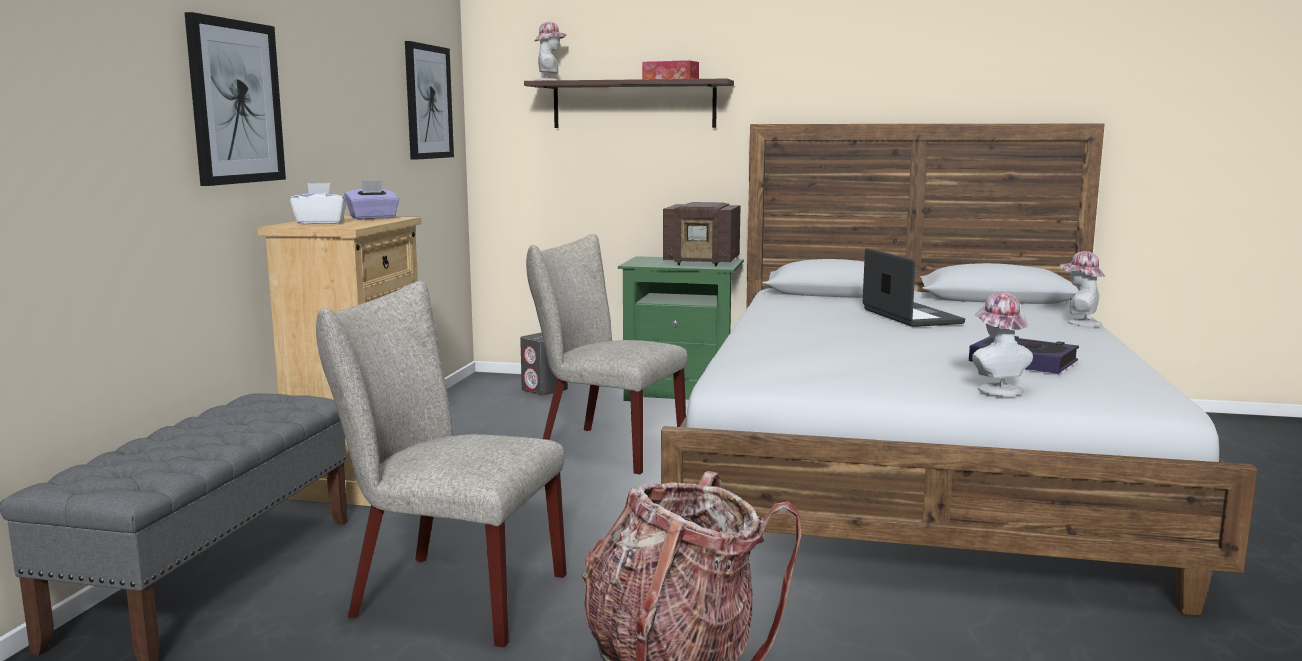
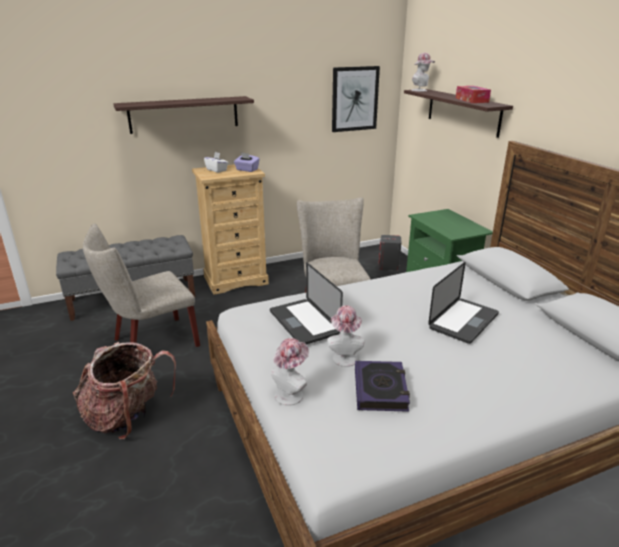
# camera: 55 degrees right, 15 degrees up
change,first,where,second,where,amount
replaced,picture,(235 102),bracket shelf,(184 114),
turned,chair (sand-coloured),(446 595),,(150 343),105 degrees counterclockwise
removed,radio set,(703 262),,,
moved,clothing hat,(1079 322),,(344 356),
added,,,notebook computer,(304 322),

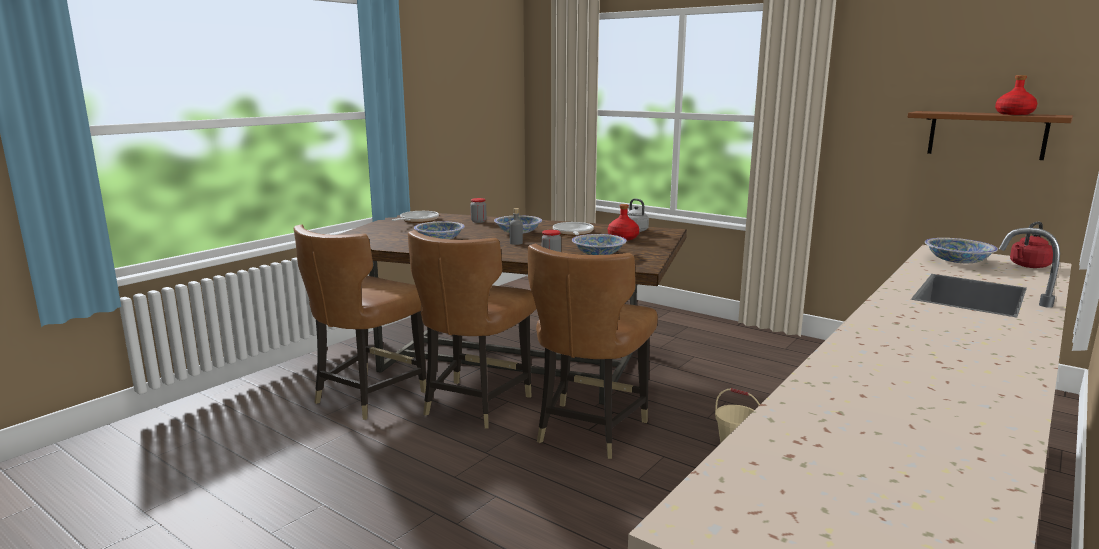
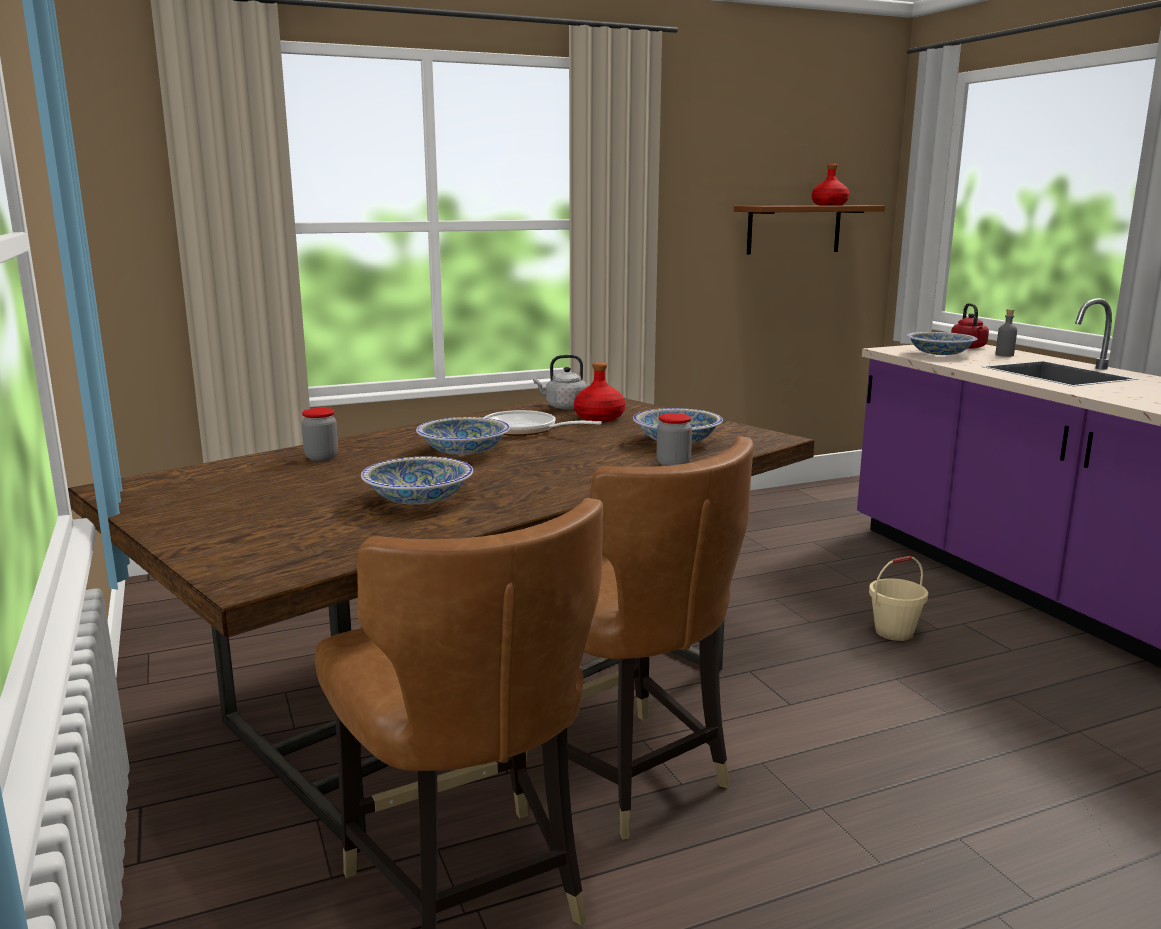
# camera: 60 degrees left, 0 degrees up
change,first,where,second,where,amount
removed,skillet,(417 220),,,
moved,drink bottle (gray),(516 243),,(1004 355),
removed,chair (brown),(589 430),,,

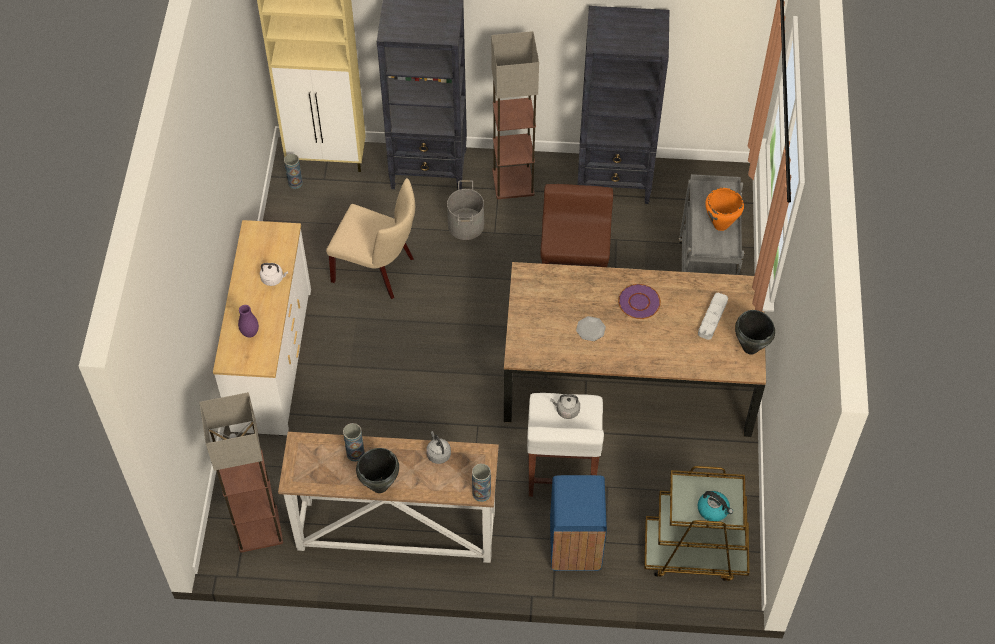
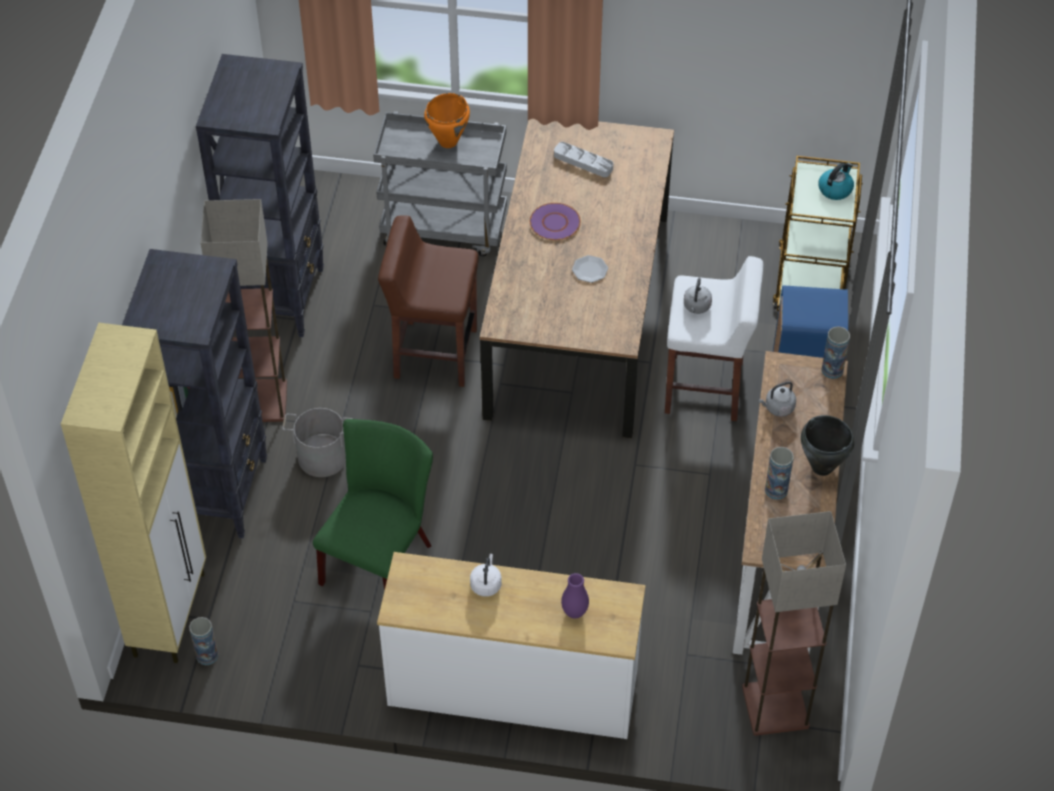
# camera: 85 degrees left, 5 degrees down
change,first,where,second,where,amount
recoloured,chair (sand-coloured),(378 270),chair (green),(381 559),
removed,saucepot (black),(750 347),,,

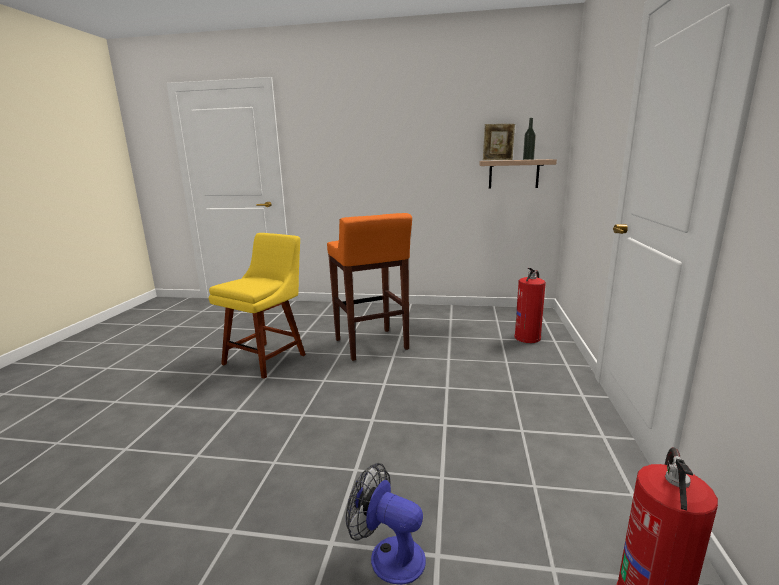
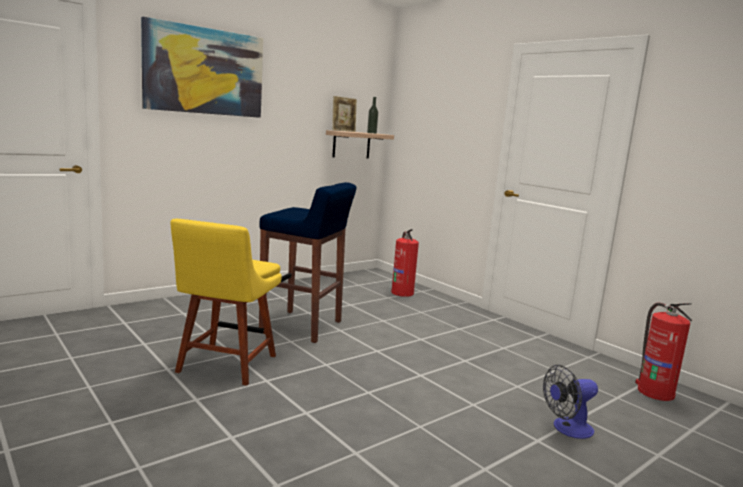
# camera: 50 degrees left, 5 degrees down
change,first,where,second,where,amount
turned,chair (yellowish),(267 358),,(225 366),150 degrees counterclockwise
recoloured,stool seat (orangey),(371 345),stool seat (blue-coloured),(302 327),
added,,,picture,(204 71),

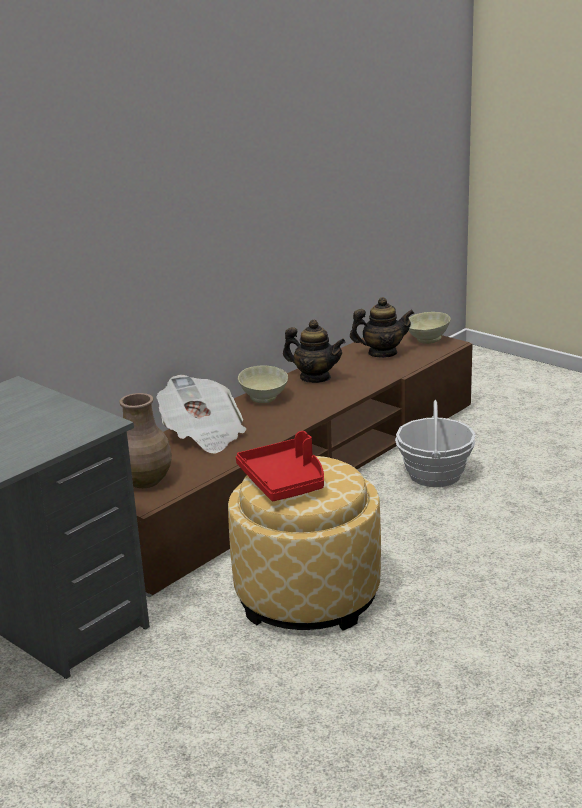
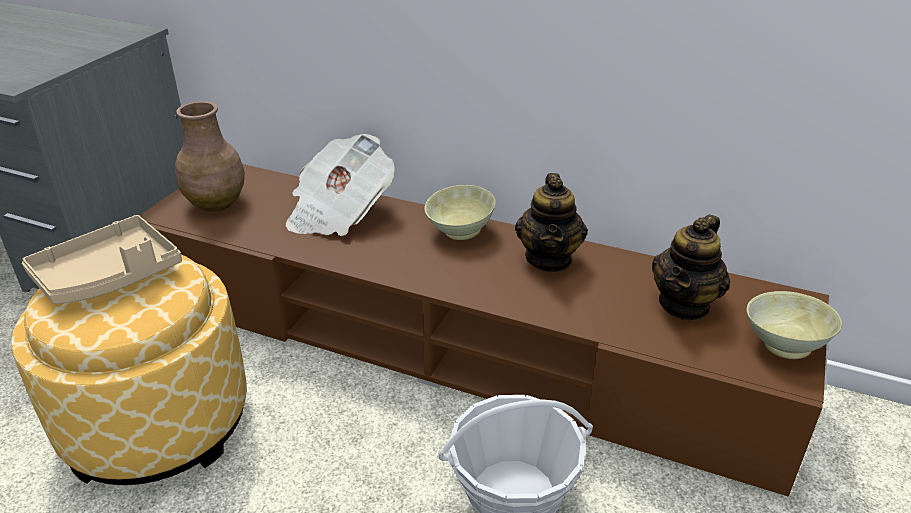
# camera: 70 degrees right, 10 degrees up
change,first,where,second,where,amount
recoloured,carrying tray (red-coloured),(285 481),carrying tray (sand-coloured),(109 276),
turned,tea pot,(382 353),,(684 304),60 degrees clockwise

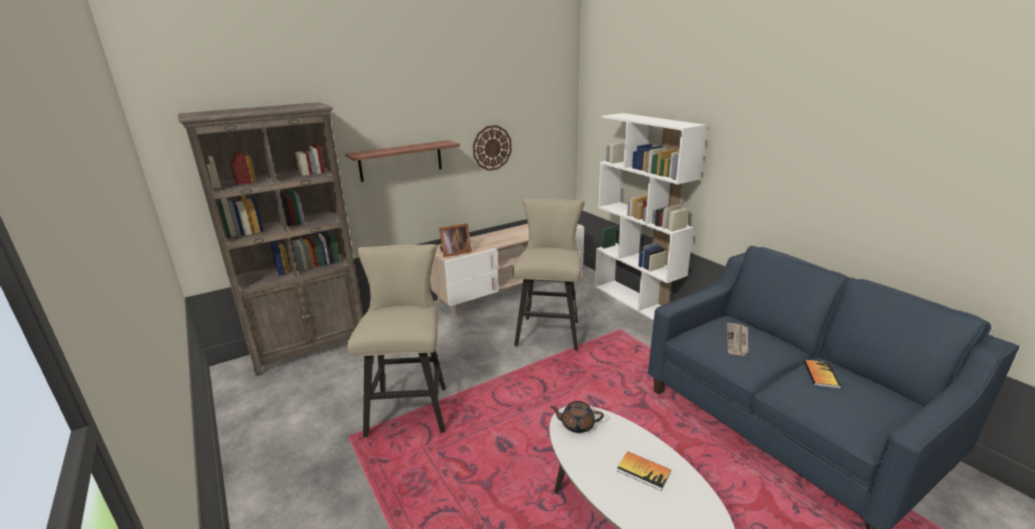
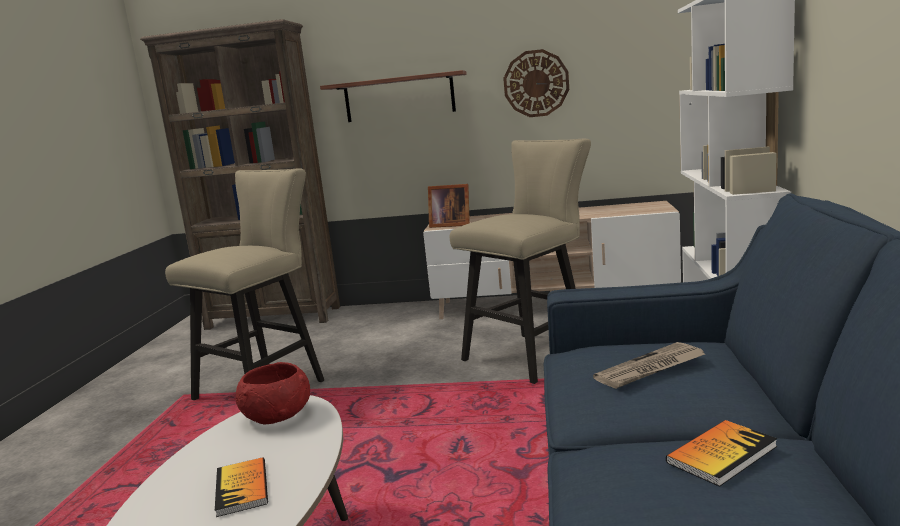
# camera: 40 degrees right, 10 degrees down
change,first,where,second,where,amount
replaced,tea pot (brown),(577 424),serving bowl (red-coloured),(277 415),

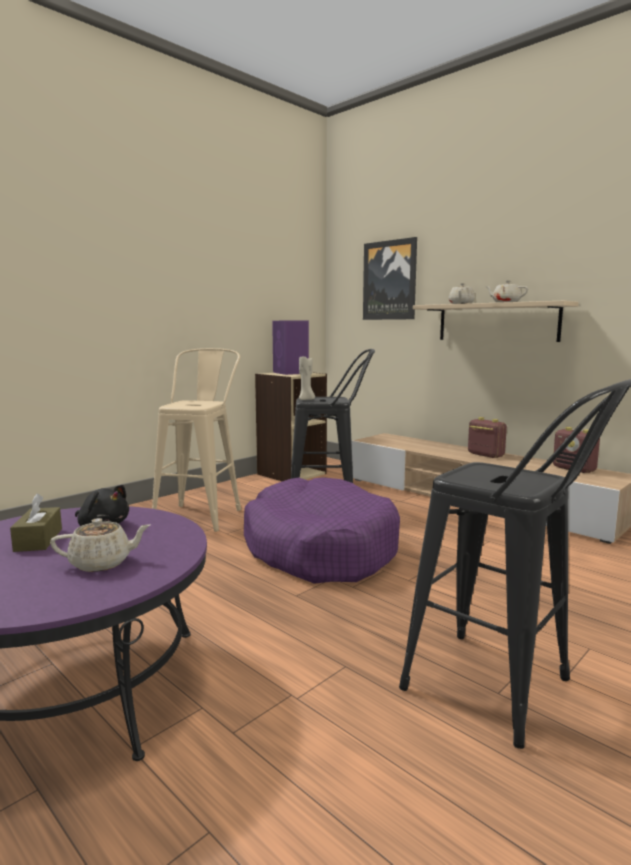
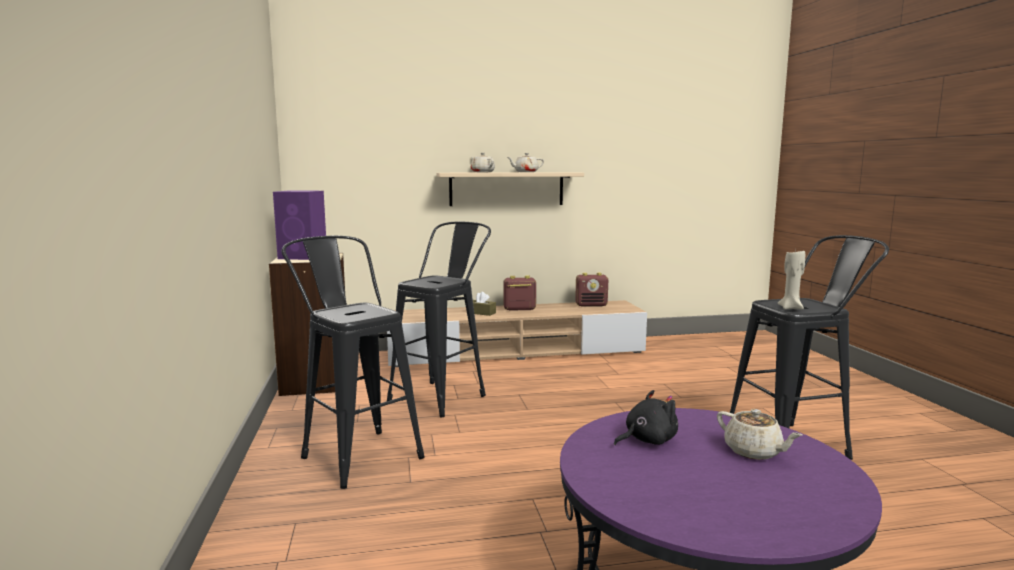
# camera: 55 degrees left, 0 degrees up
change,first,where,second,where,amount
moved,tissue box (brown),(38 540),,(481 313),
turned,tea pot (sand-coloured),(102 563),,(754 452),120 degrees clockwise
recoloured,stool seat (sand-coloured),(202 514),stool seat (black),(356 453),
removed,dog bed (purple-coloured),(319 549),,,
moved,wax light (sand-coloured),(306 400),,(791 308),
removed,picture,(390 280),,,

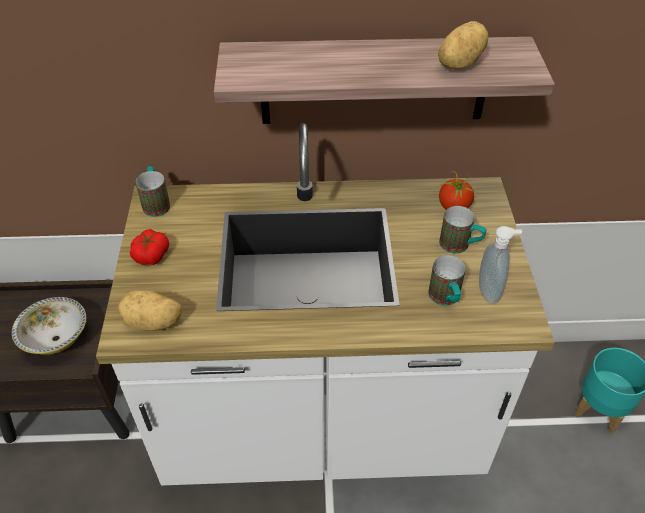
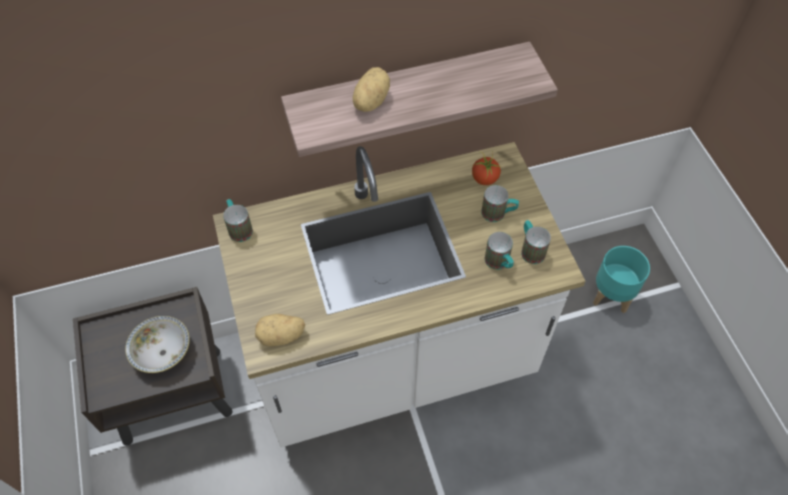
# camera: 15 degrees left, 10 degrees up
change,first,where,second,where,amount
removed,whole tomato,(151 255),,,
moved,spud,(458 63),,(370 101),
replaced,soap dispenser,(490 291),coffee mug,(530 249),

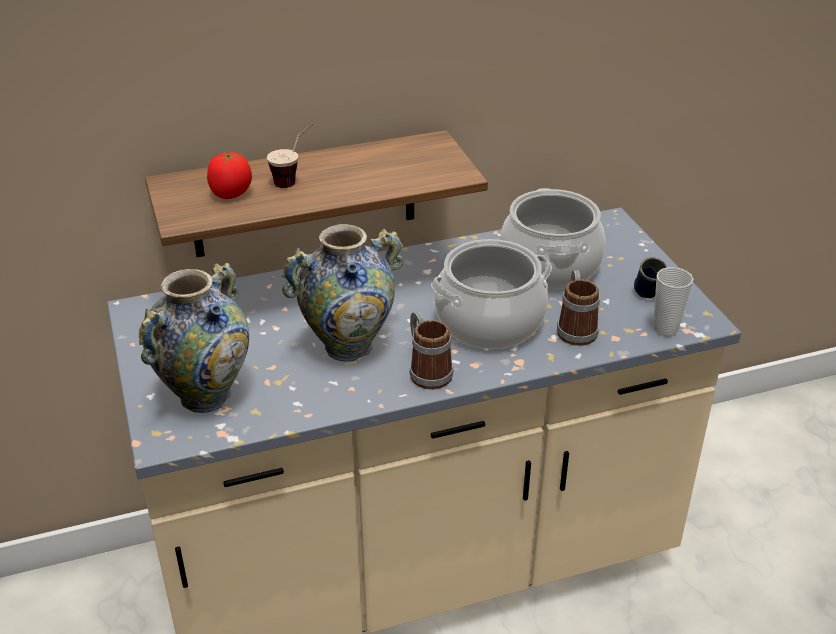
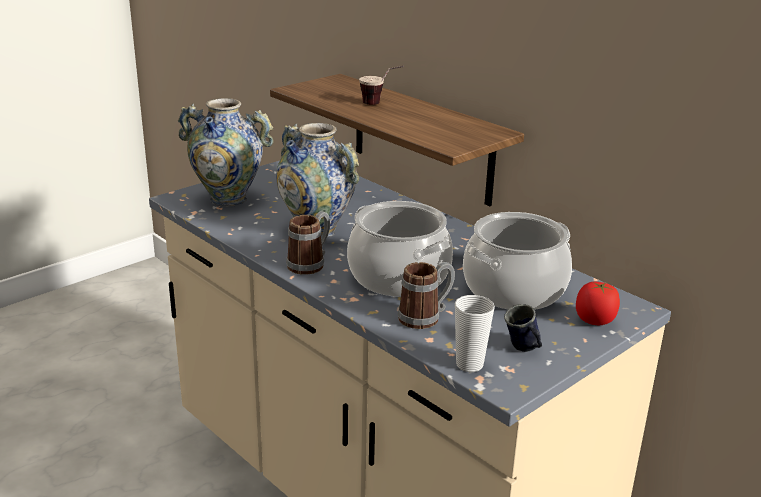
# camera: 65 degrees right, 10 degrees down
change,first,where,second,where,amount
moved,whole tomato,(230 194),,(594 321),

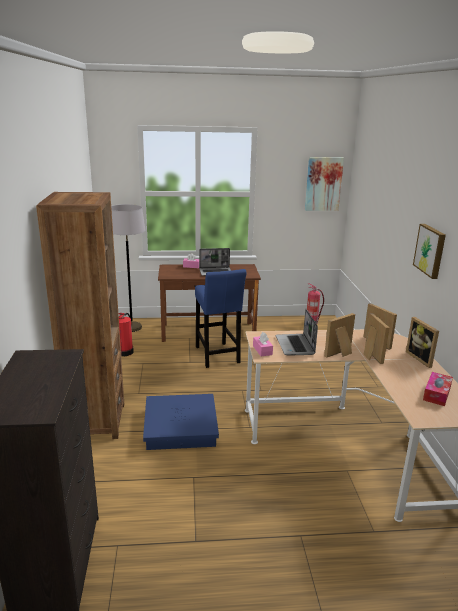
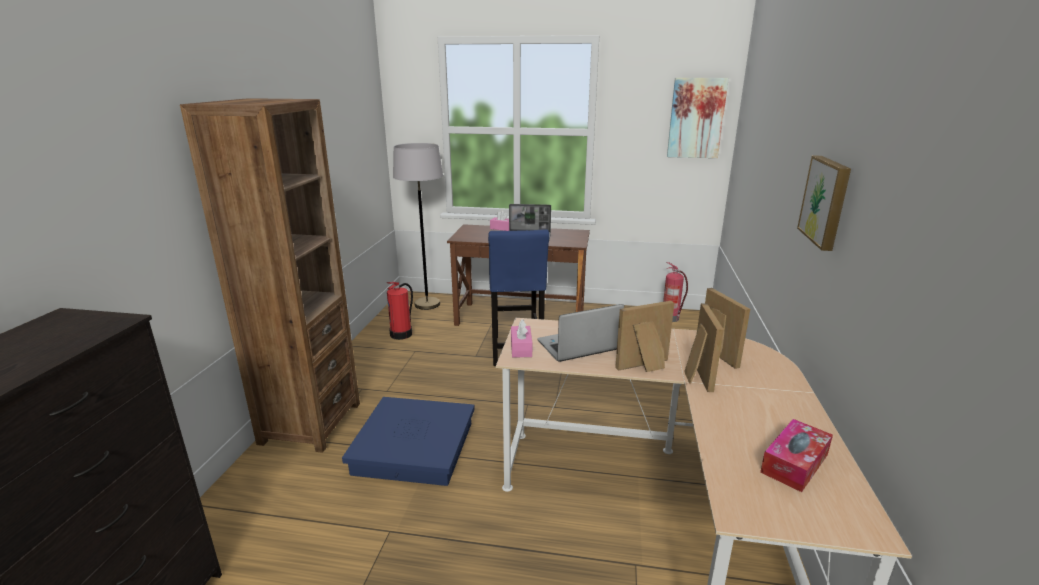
# camera: 15 degrees right, 0 degrees up
change,first,where,second,where,amount
turned,notebook computer,(295 346),,(577 346),60 degrees clockwise
removed,standing frame,(421 358),,,

